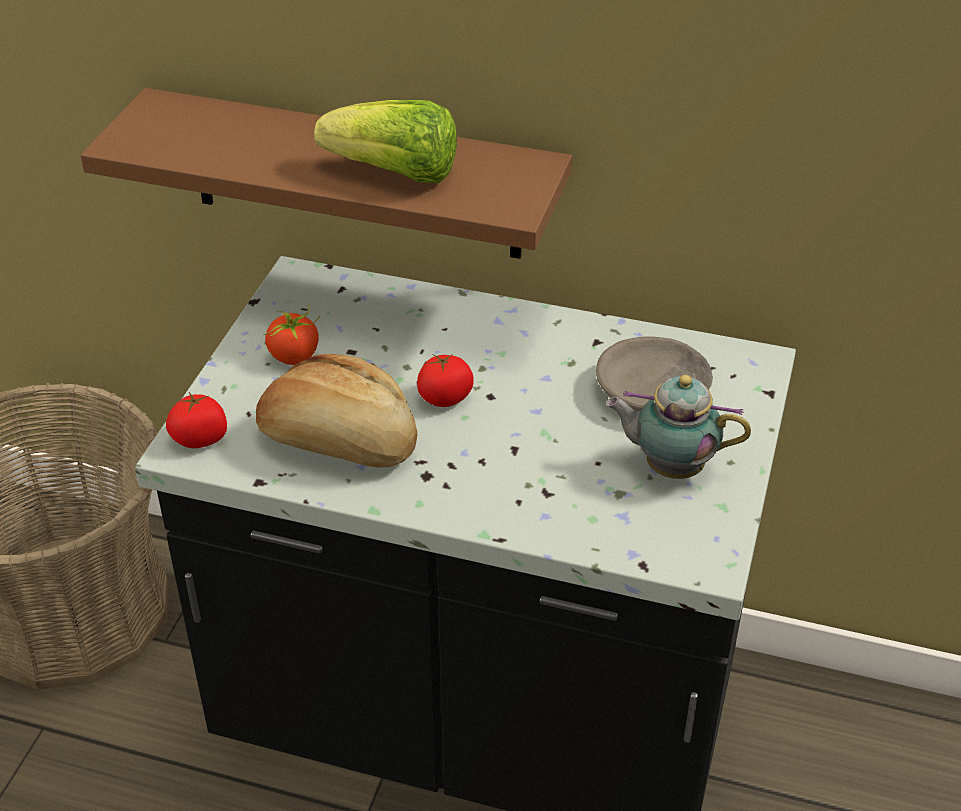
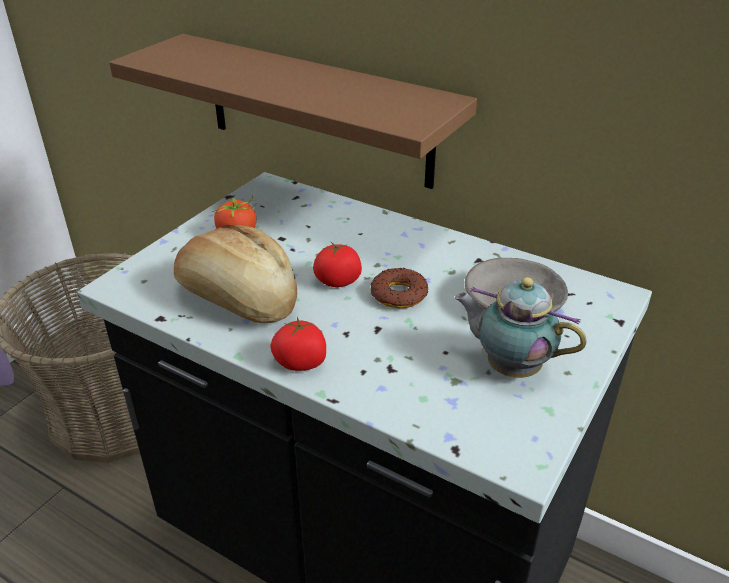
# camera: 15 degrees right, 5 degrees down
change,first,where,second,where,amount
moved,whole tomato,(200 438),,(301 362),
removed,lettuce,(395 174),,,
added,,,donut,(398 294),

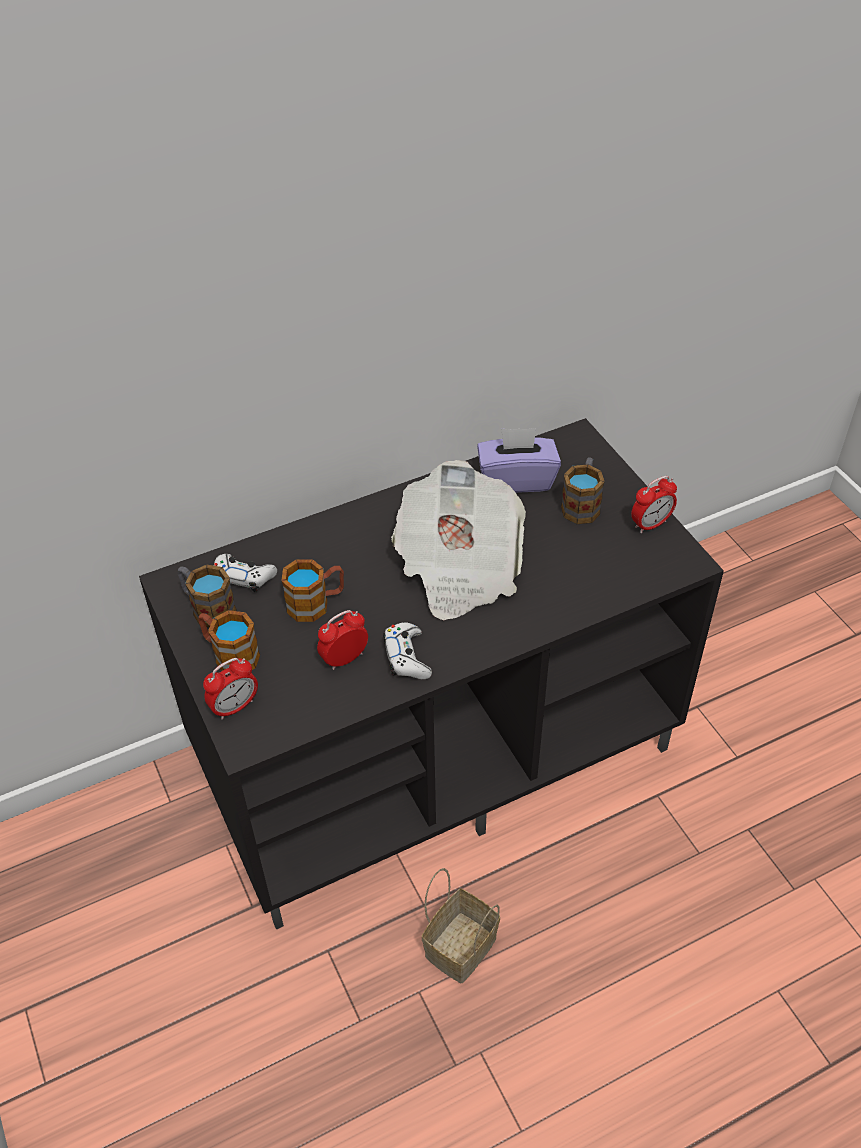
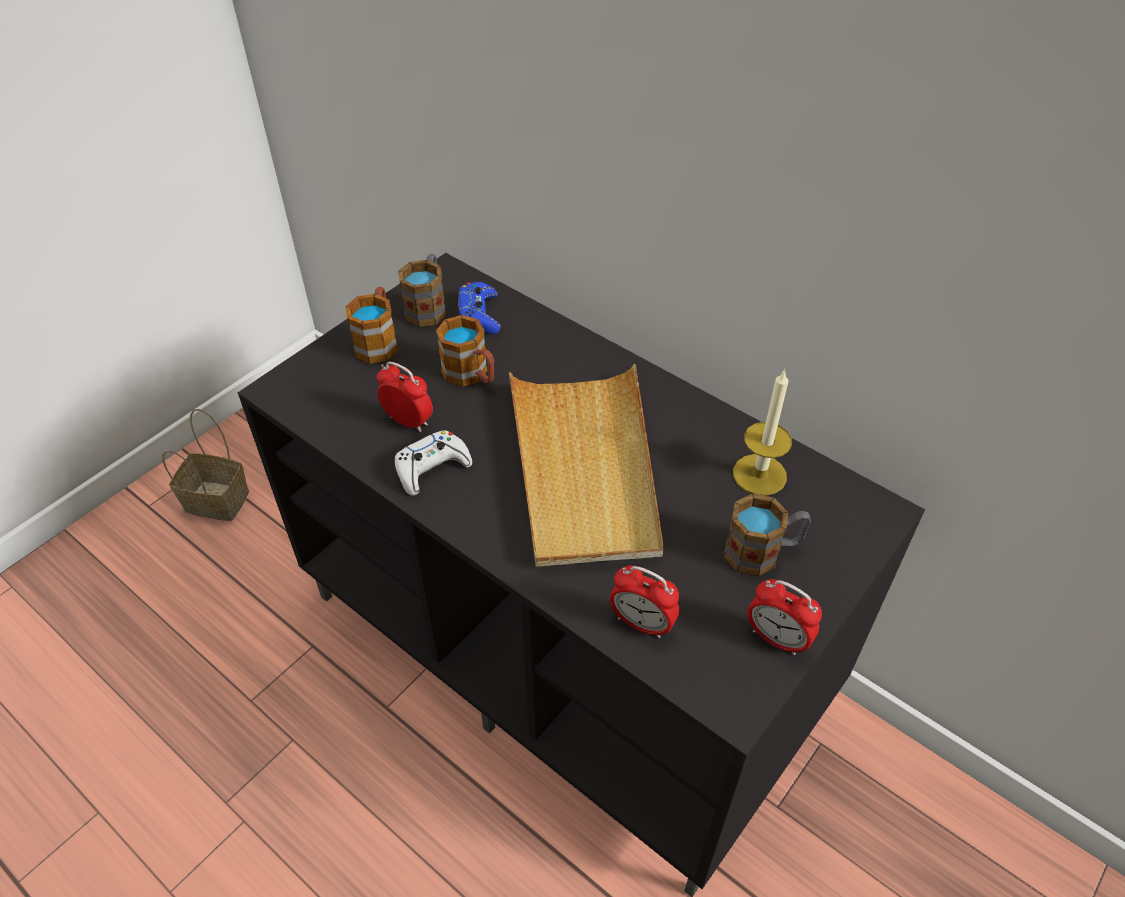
# camera: 65 degrees right, 0 degrees up
change,first,where,second,where,amount
moved,bedside clock,(235 707),,(642 623),
recoloured,gamepad (whitish),(244 577),gamepad (blue-coloured),(479 315),
replaced,daily paper,(459 567),carrying tray (sand-coloured),(584 468),
moved,basket,(460 950),,(214 501),
replaced,tissue box (purple-coloured),(516 479),wax light,(759 474),

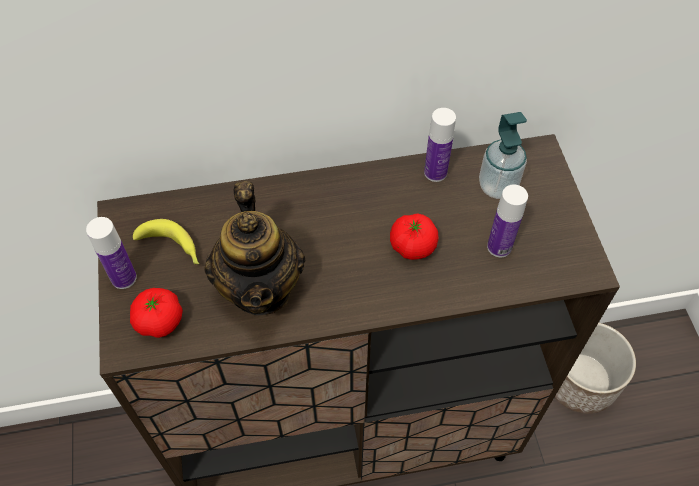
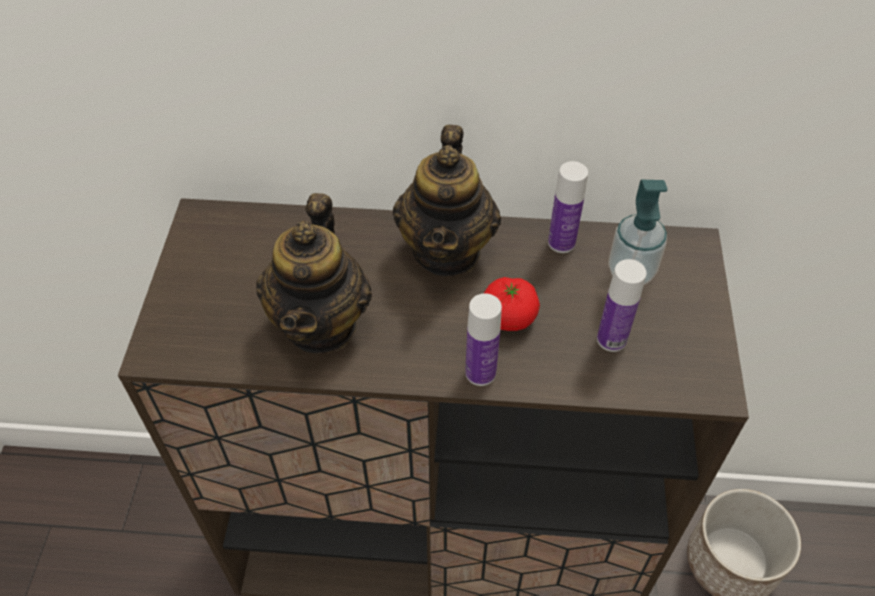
# camera: 15 degrees right, 5 degrees down
change,first,where,second,where,amount
moved,drink bottle,(124 278),,(480 373),
removed,whole tomato,(159 321),,,
removed,banana fruit,(172 248),,,
added,,,tea pot,(447 250),

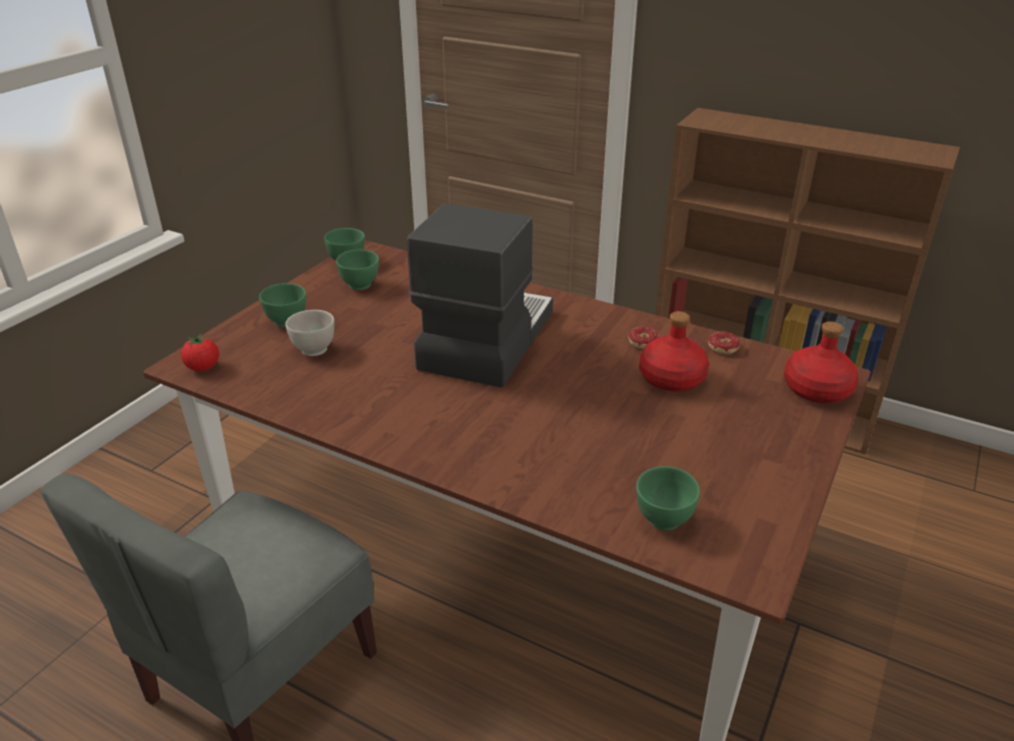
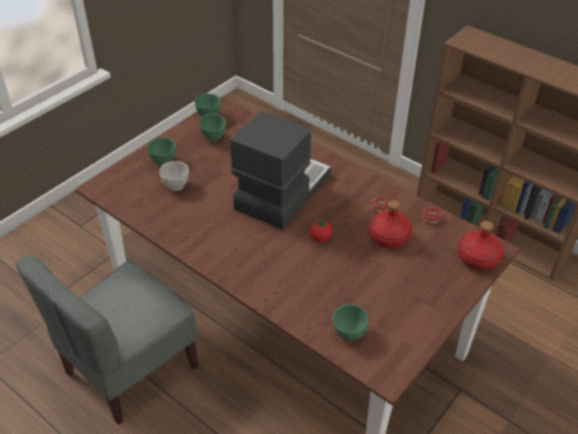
# camera: 10 degrees right, 10 degrees up
change,first,where,second,where,amount
moved,whole tomato,(203 367),,(320 238),

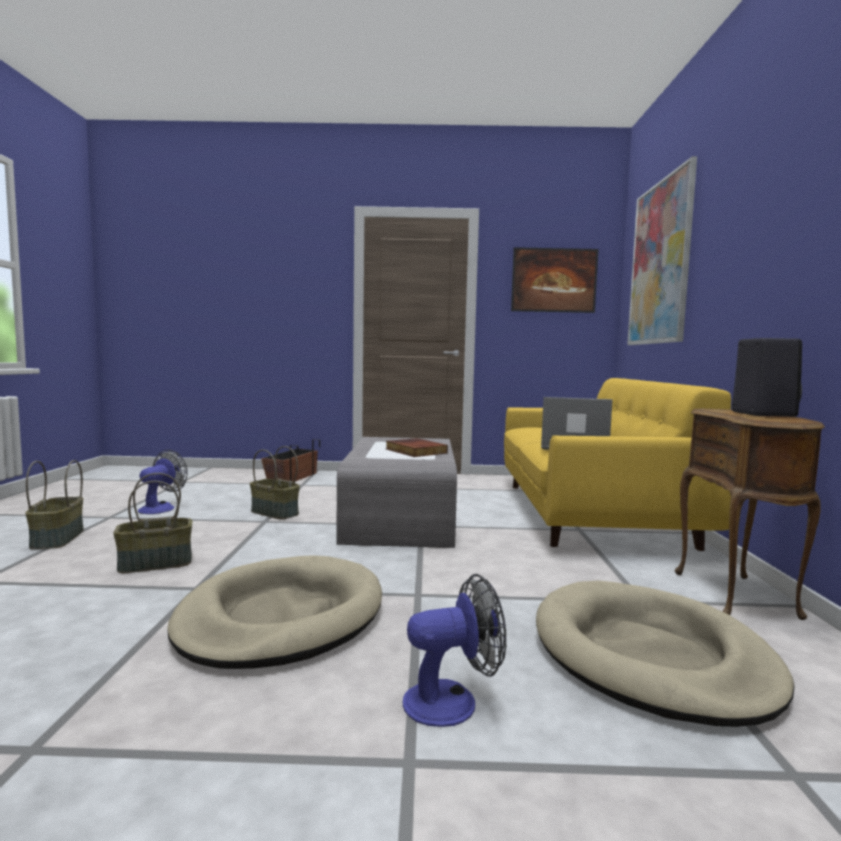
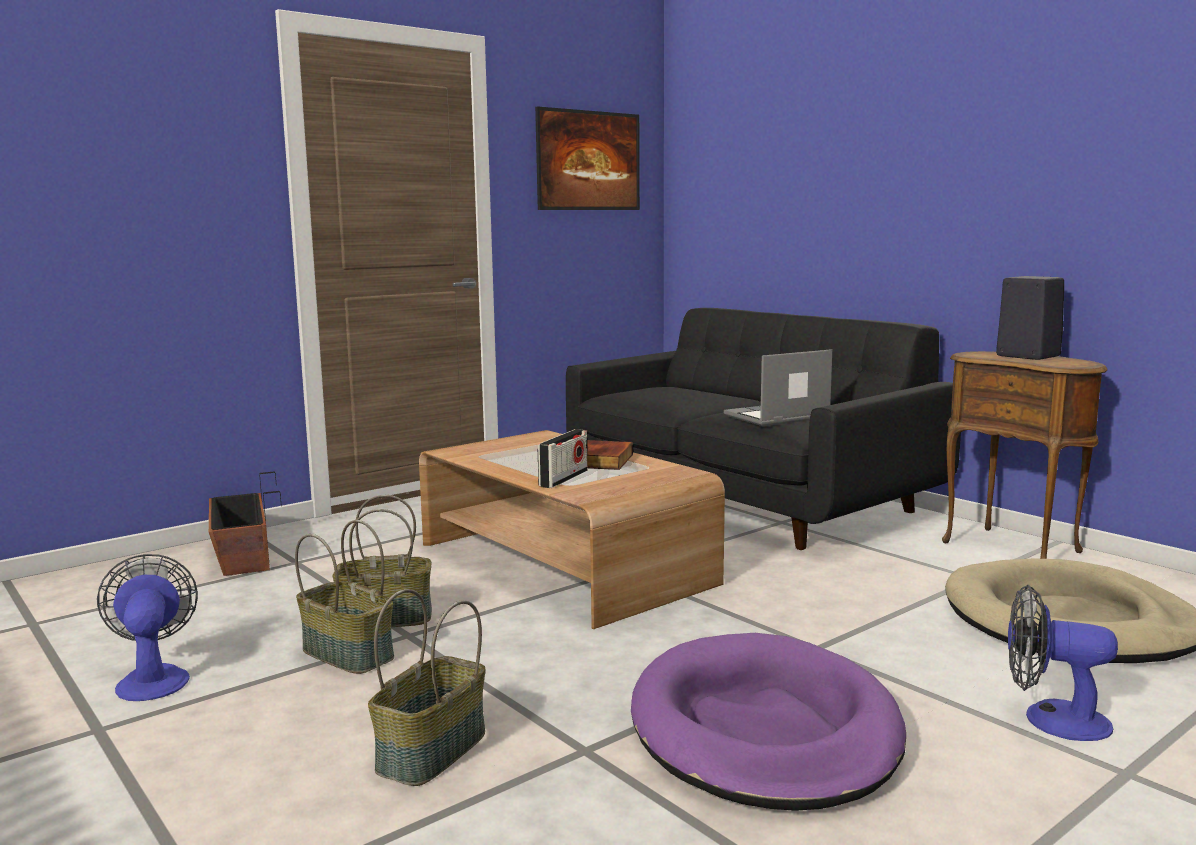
# camera: 40 degrees left, 5 degrees up
change,first,where,second,where,amount
moved,basket,(58 539),,(349 654),
recoloured,dog bed (sand-coloured),(281 617),dog bed (purple-coloured),(764 730),
recoloured,low table (gray),(401 514),low table (brown),(563 563),
turned,fan,(452 701),,(1051 719),105 degrees counterclockwise
recoloured,sofa (yellowish),(589 513),sofa (black),(746 498),
removed,picture,(660 263),,,
added,,,radio set,(563 478),

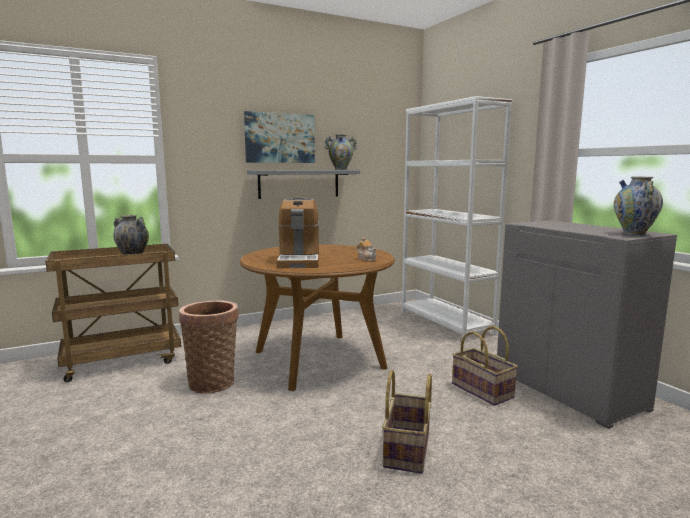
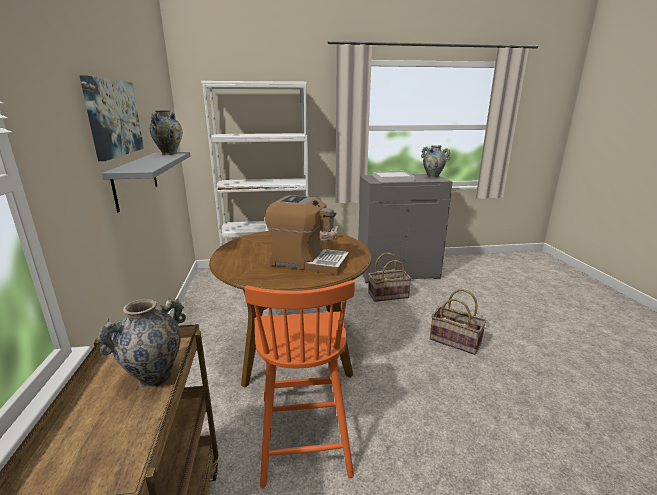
# camera: 70 degrees left, 10 degrees up
change,first,where,second,where,amount
replaced,basket,(212 382),chair (orangey),(304 431),
added,,,carrying tray (whitish),(392 178),

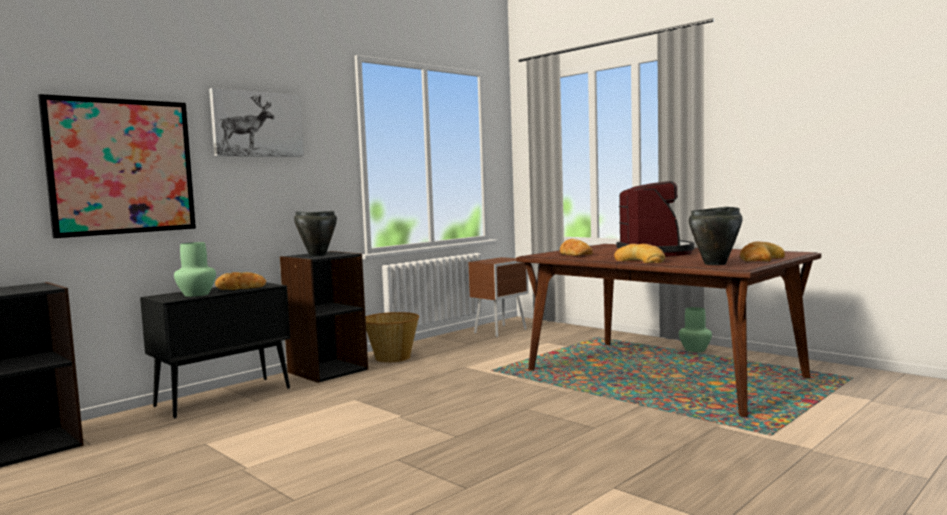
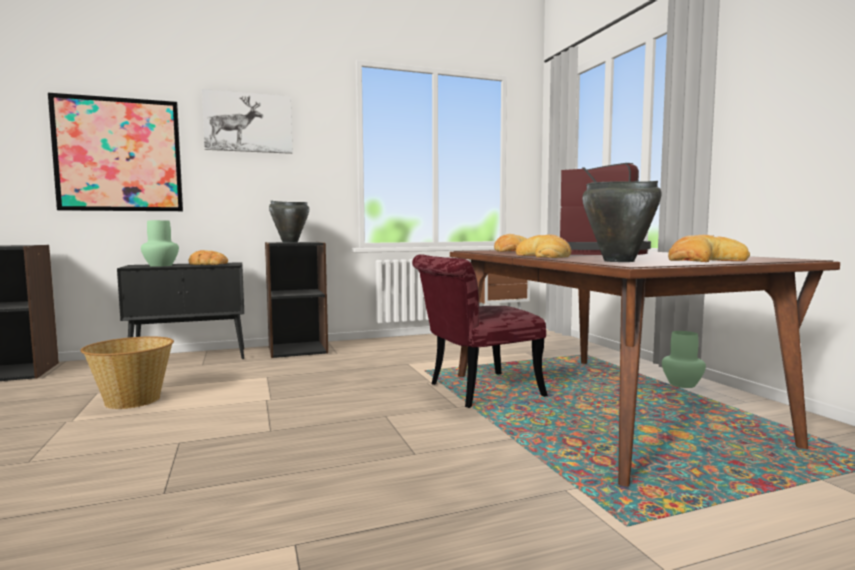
# camera: 25 degrees right, 0 degrees up
change,first,where,second,where,amount
moved,basket,(392 357),,(132 400),
added,,,chair (red-coloured),(474 391),

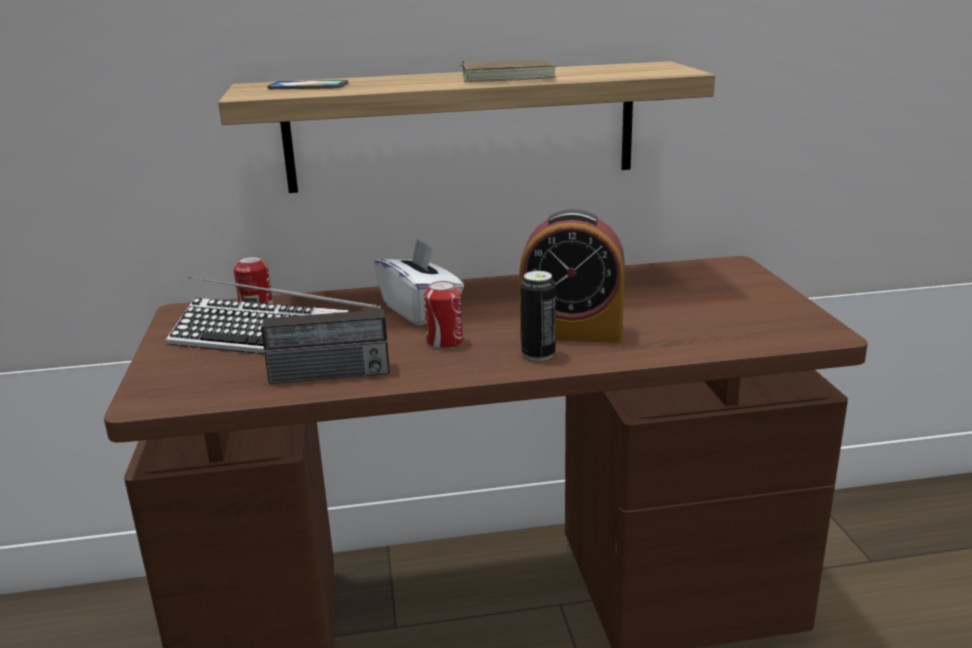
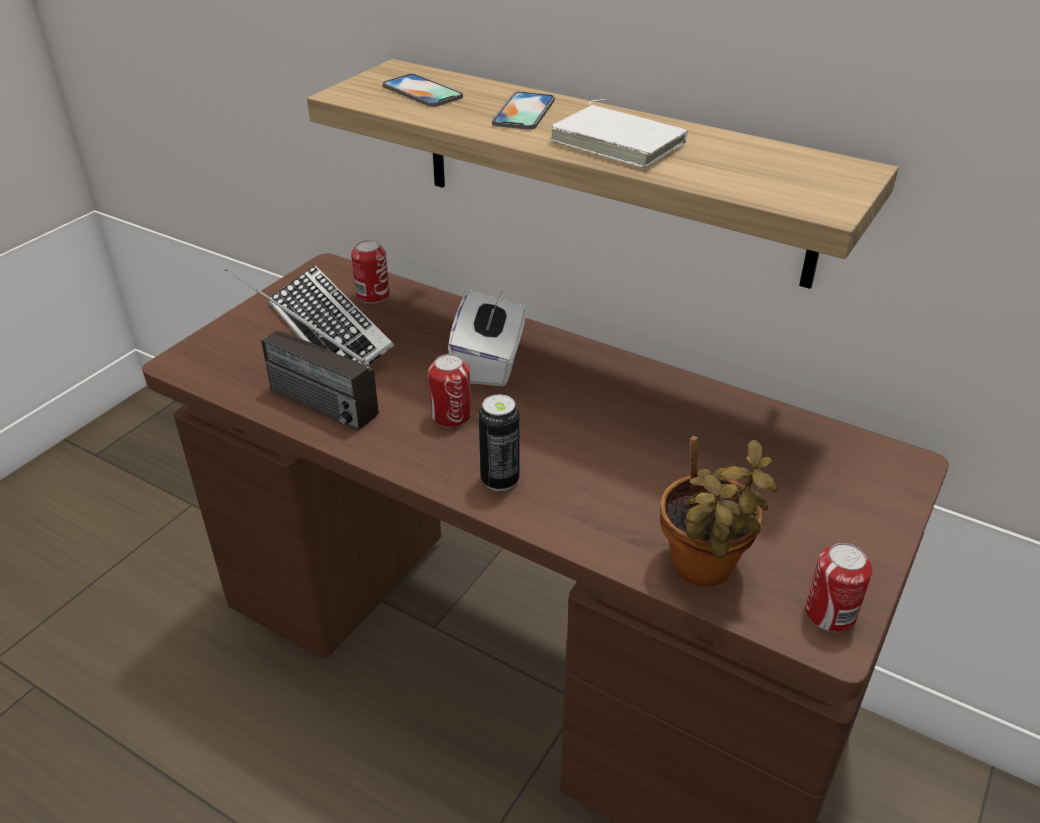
# camera: 40 degrees right, 15 degrees up
change,first,where,second,where,amount
recoloured,volume (brown),(508 77),volume (whitish),(620 141),
removed,bedside clock,(571 332),,,
added,,,phone,(524 112),
added,,,plant in a pot,(703 570),
added,,,sealed can,(830 614),

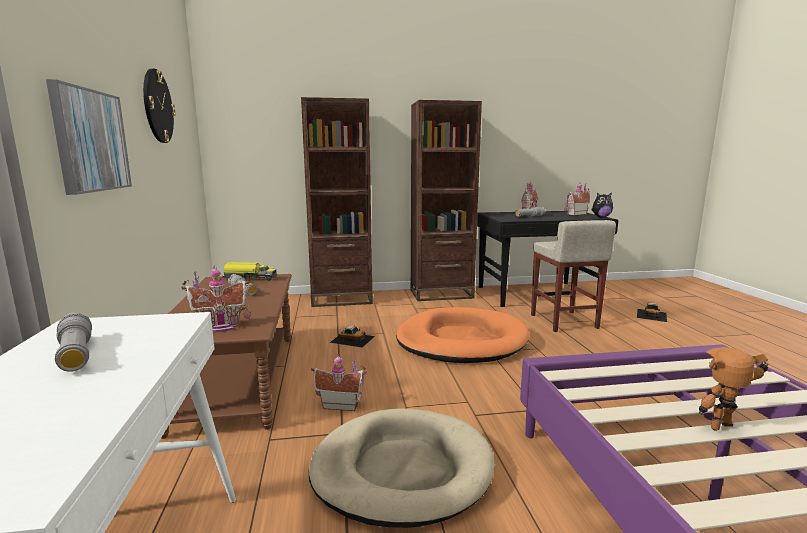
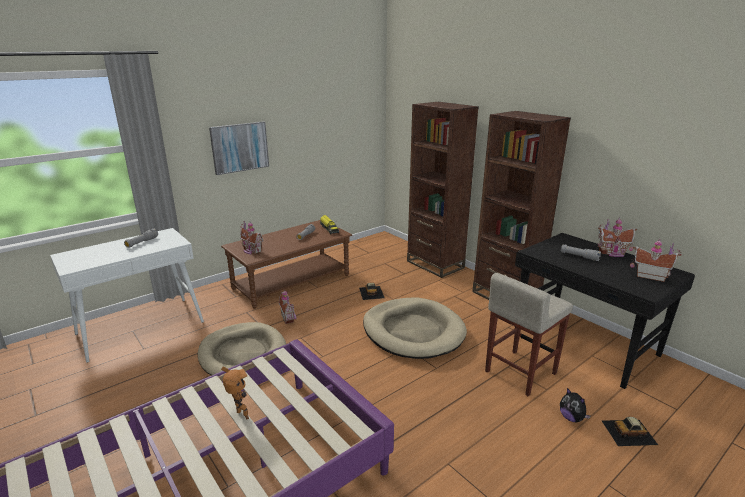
# camera: 60 degrees right, 10 degrees up
change,first,where,second,where,amount
removed,wall clock,(157 106),,,
recoloured,dog bed (orangey),(461 341),dog bed (sand-coloured),(413 331),
moved,cuddly toy,(601 217),,(571 418),

